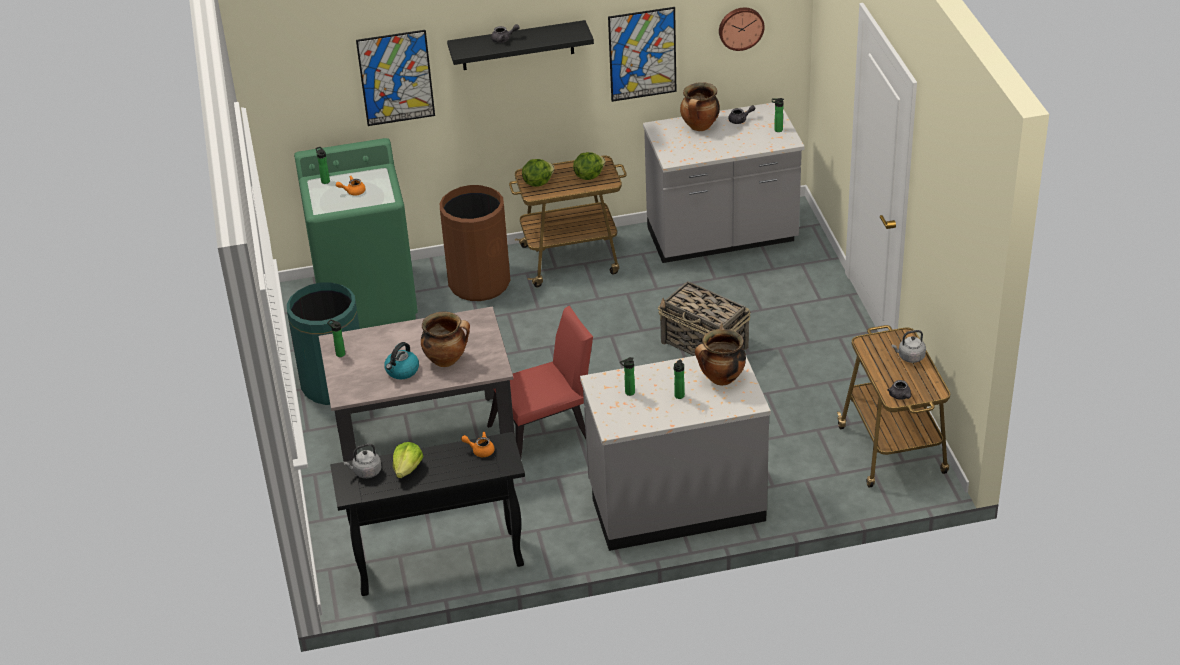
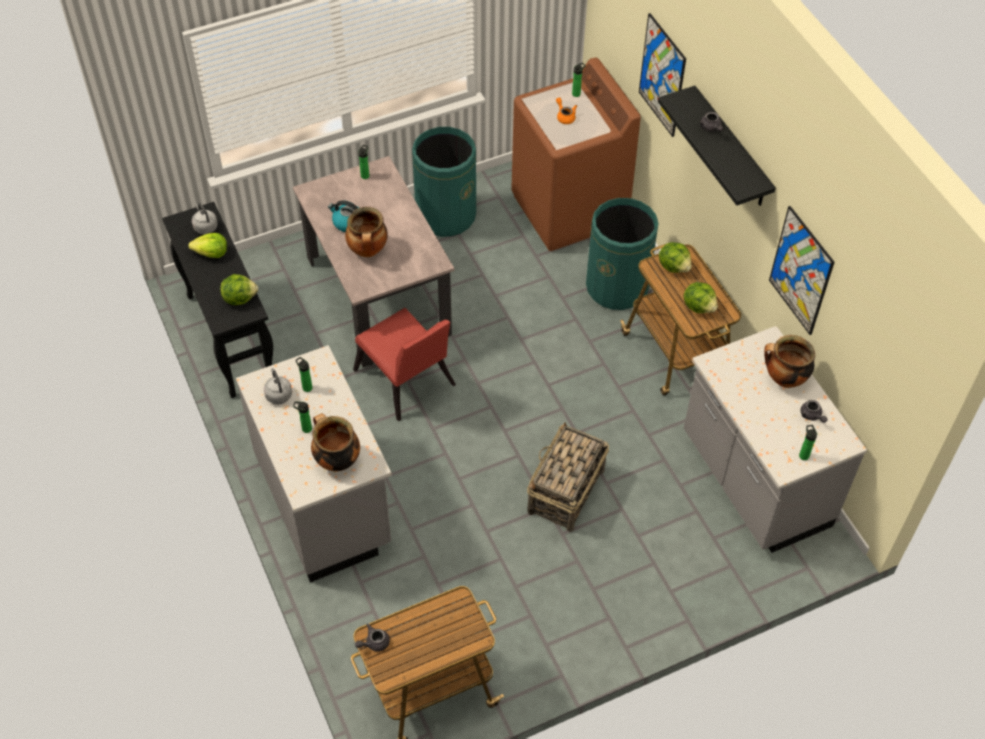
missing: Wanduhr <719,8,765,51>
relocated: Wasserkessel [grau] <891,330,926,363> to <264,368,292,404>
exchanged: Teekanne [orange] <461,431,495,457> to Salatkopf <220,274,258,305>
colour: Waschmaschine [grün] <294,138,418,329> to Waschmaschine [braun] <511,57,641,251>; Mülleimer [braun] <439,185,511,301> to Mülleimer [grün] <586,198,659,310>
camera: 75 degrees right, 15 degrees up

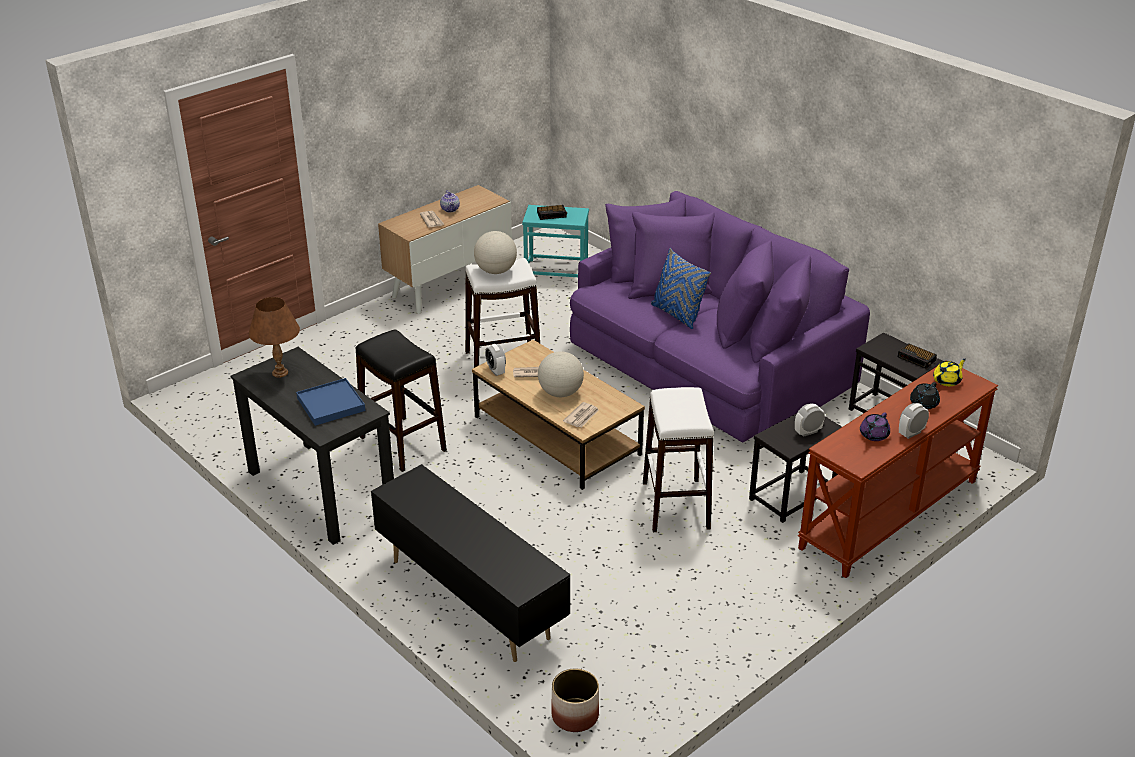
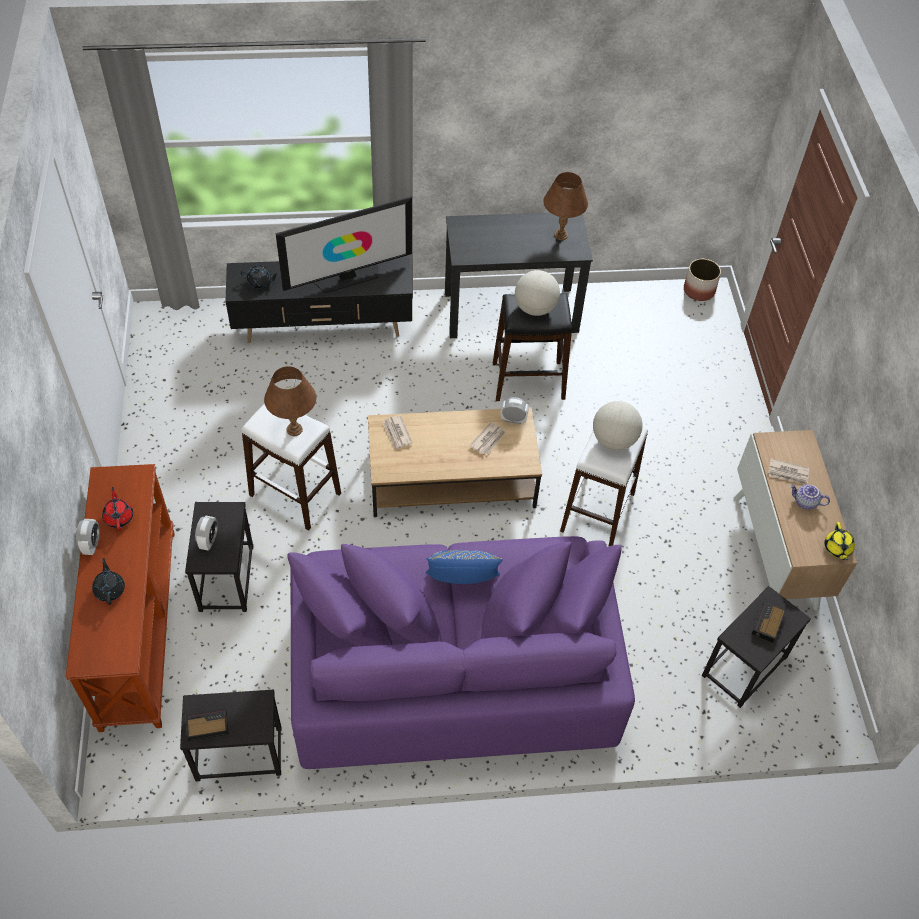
missing: Tablett [blau] <296,378,365,426>
appeared: Teekanne [schwarz] <241,265,279,289>; Tischlampe [braun] <264,366,316,436>; Fernseher <276,196,412,293>
relocated: Globus <538,351,584,397> to <515,270,560,316>; Pflanzkübel <551,668,599,732> to <684,259,721,301>; Teekanne [gelb] <933,359,966,386> to <825,522,855,560>
colour: Beistelltisch [türkis] <522,205,589,277> to Beistelltisch [schwarz] <702,586,811,708>; Teekanne [lila] <860,412,890,441> to Teekanne [rot] <102,487,133,530>
camera: 125 degrees right, 20 degrees up

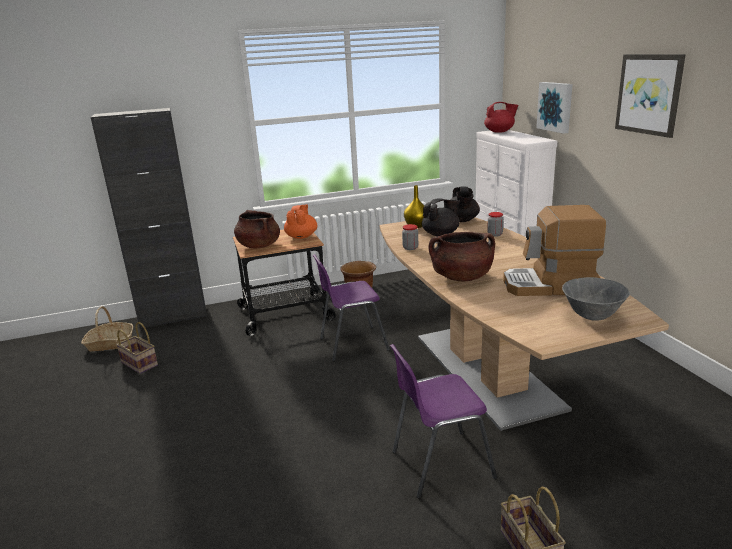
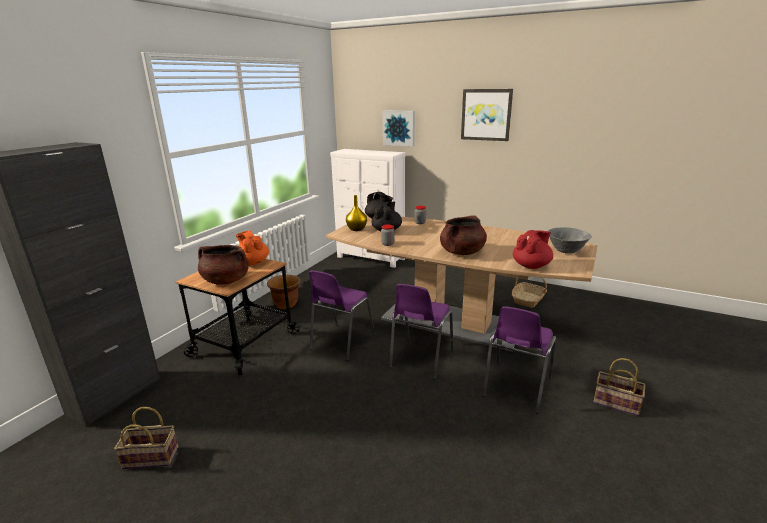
missing: Kaffeemaschine <503,205,606,296>
appeared: Stuhl [lila] <389,284,454,380>
relocated: Korb <81,306,133,351> to <512,278,547,308>; Teekanne [rot] <484,102,518,133> to <513,230,553,269>
camera: 45 degrees left, 0 degrees up

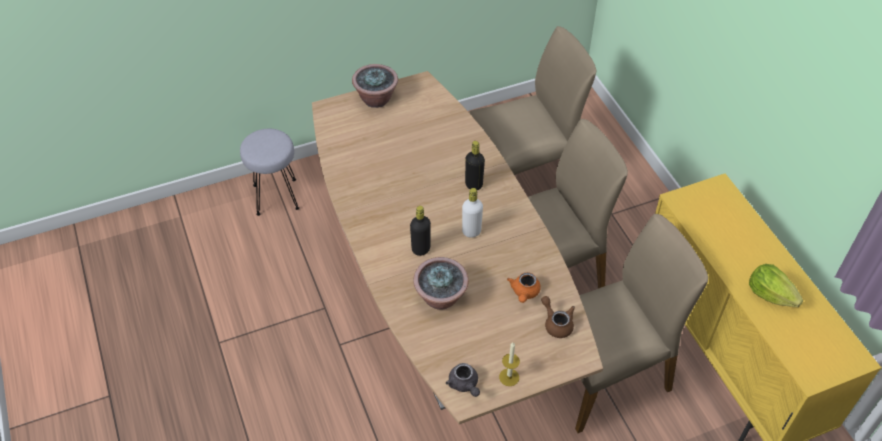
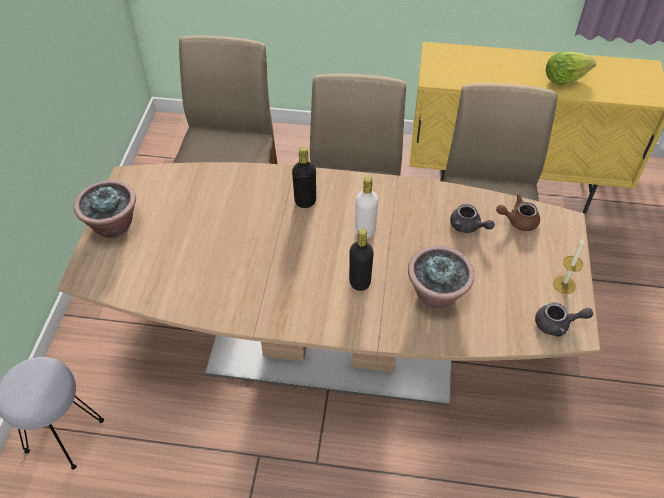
colour: Teekanne [orange] <507,272,541,303> to Teekanne [grau] <450,204,495,233>
camera: 60 degrees left, 0 degrees up

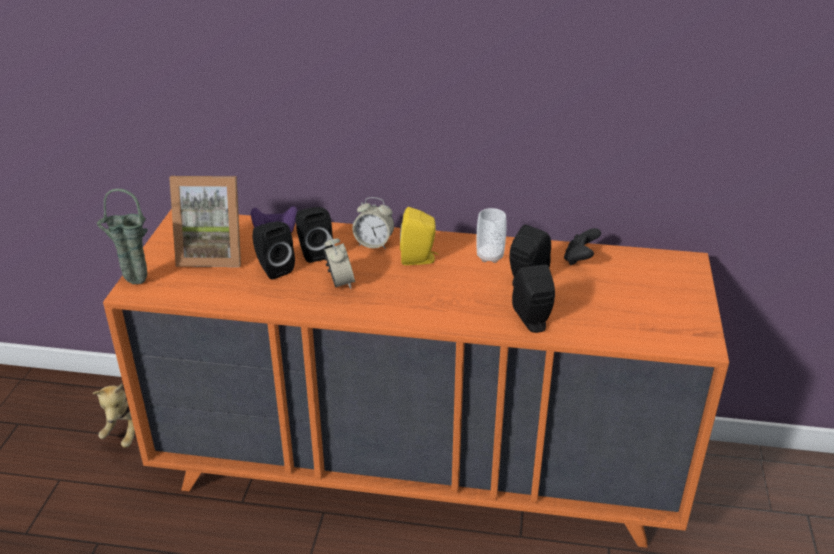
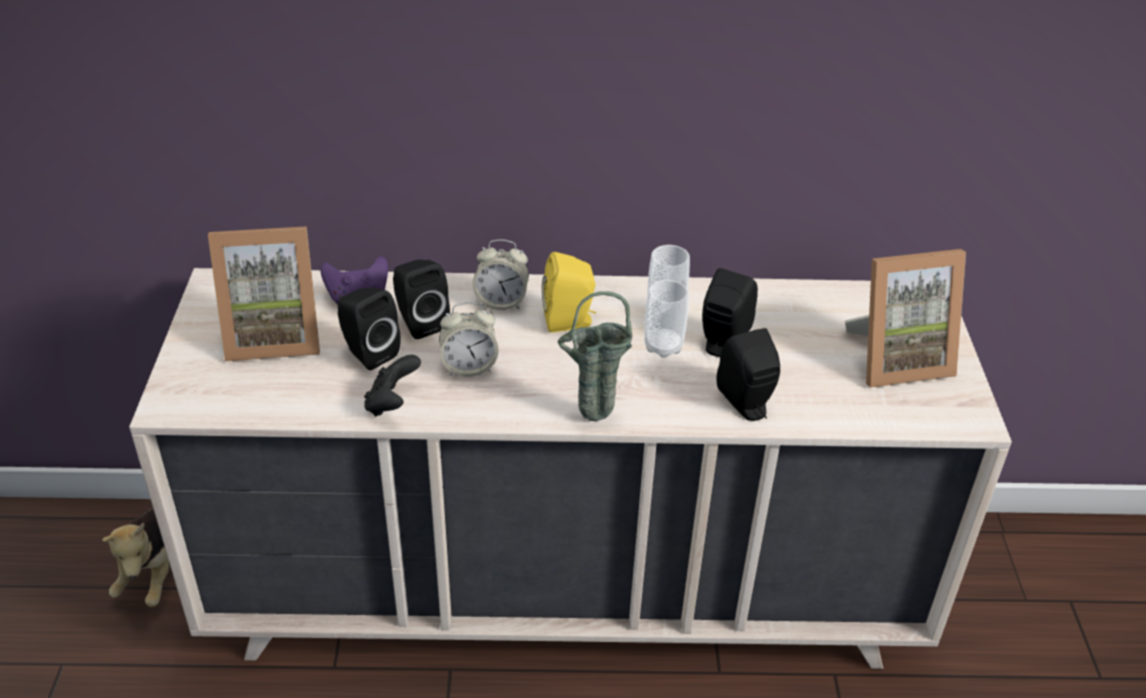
appeared: Tasse <644,280,689,358>; Bilderrahmen <845,249,966,388>
relocated: Vase [grün] <97,189,148,284> to <557,291,632,421>; Gamepad [schwarz] <564,228,601,265> to <364,355,421,417>
colour: Kommode [orange] <103,209,729,548> to Kommode [beige] <129,268,1012,669>
spun: Wecker <324,235,355,289> = <439,302,499,377> 105 degrees clockwise
camera: 10 degrees left, 5 degrees up

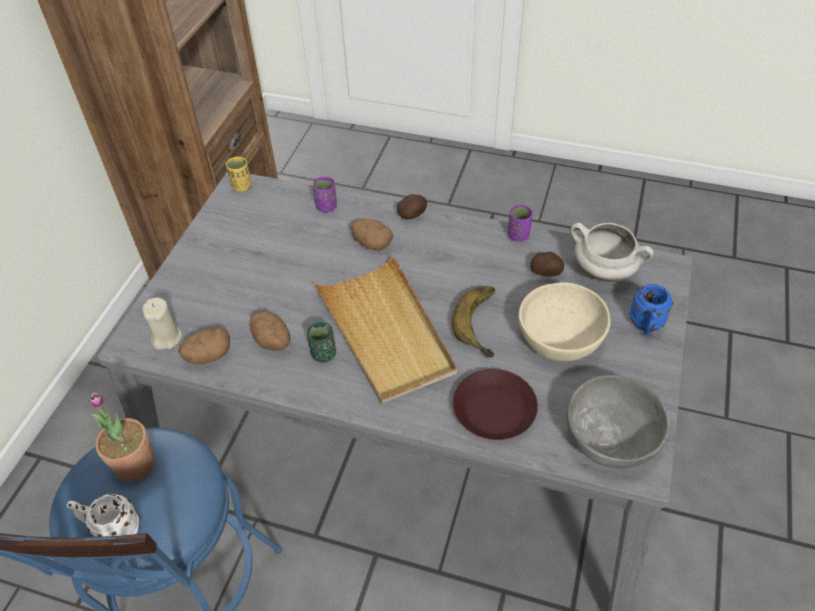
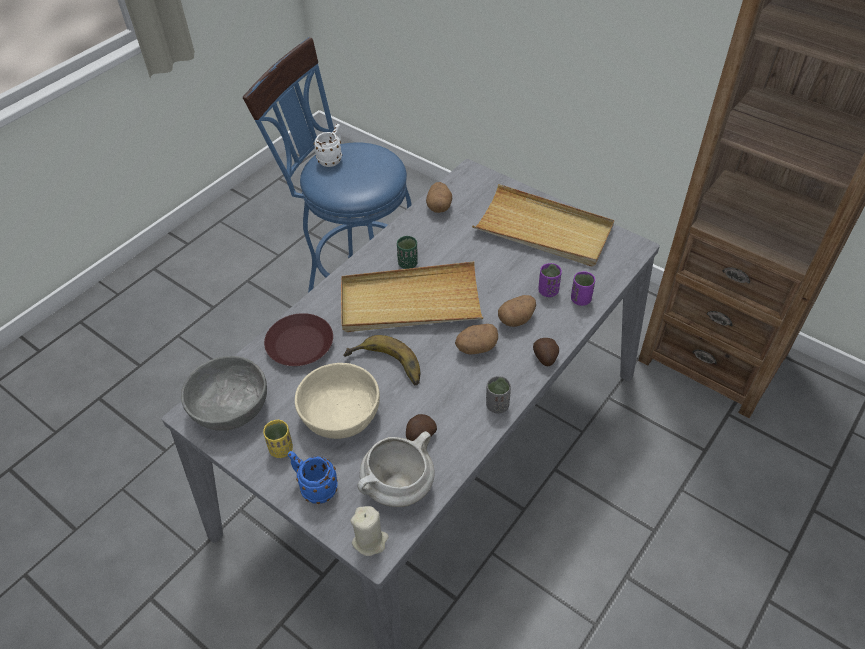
missing: Topfpflanze <90,393,155,481>
appeared: Tablett [beige] <472,184,614,266>; Tasse [grau] <486,376,511,413>
relocated: Kerze [beige] <142,297,182,350> to <350,506,389,556>; Tasse [gelb] <226,157,252,191> to <263,420,293,458>; Kartoffel <250,311,291,351> to <455,324,498,355>; Tasse [lila] <508,205,533,242> to <538,263,562,297>
camera: 110 degrees right, 0 degrees up

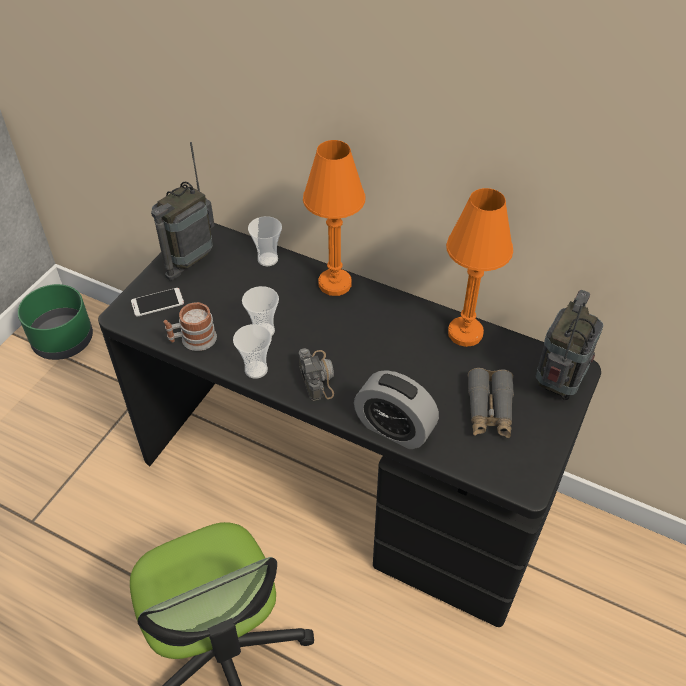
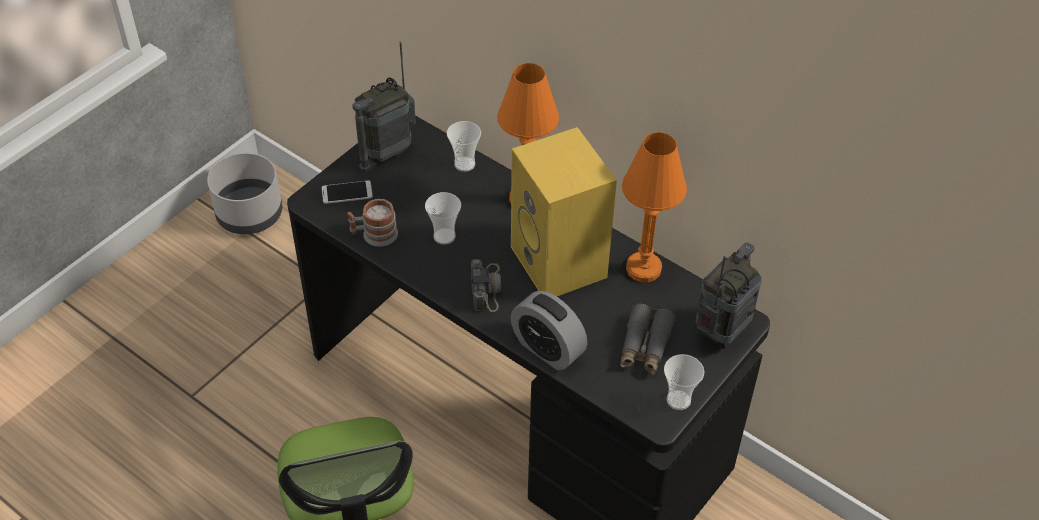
appeared: Lautsprecher [gelb] <511,127,617,297>
relocated: Tasse <233,324,272,379> to <664,354,704,410>
colour: Pflanzkübel [grün] <18,284,93,360> to Pflanzkübel [grau] <207,153,282,234>
camera: 10 degrees right, 0 degrees up

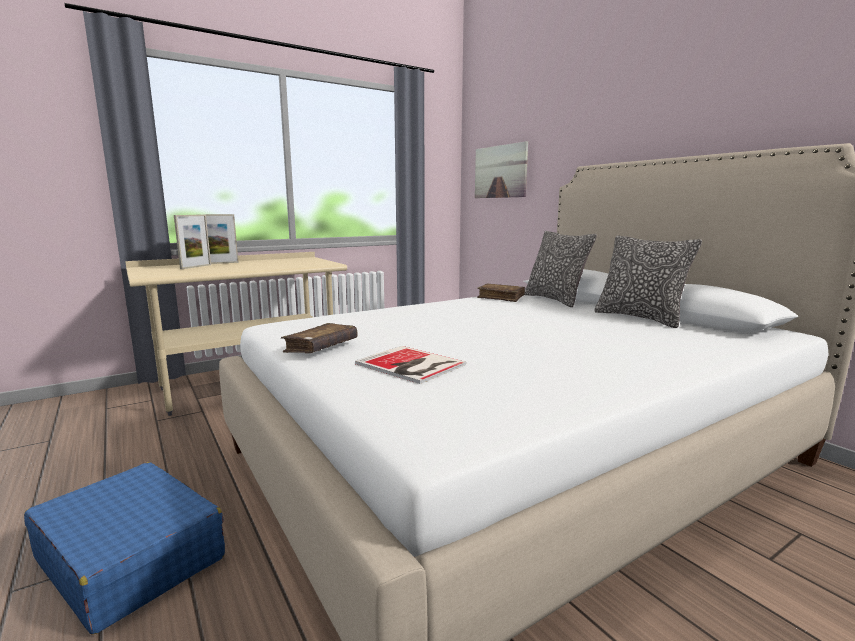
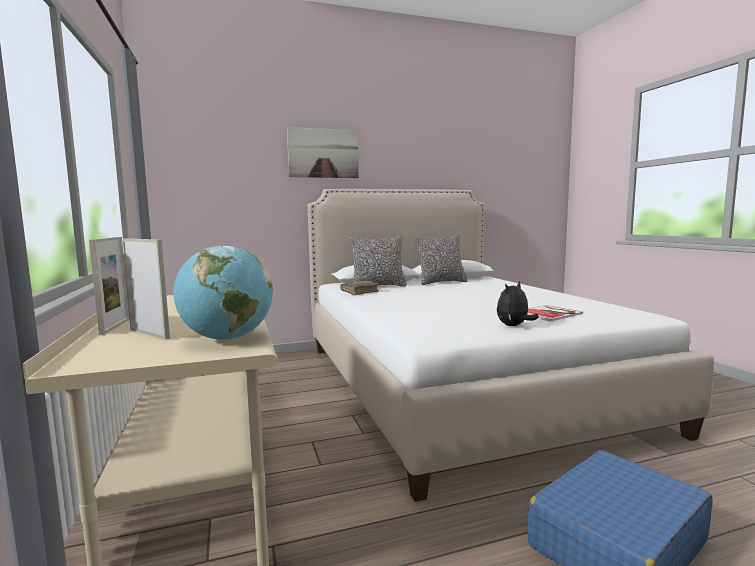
appeared: Globus <173,246,273,341>
relocated: Bild <475,141,528,198> to <287,127,359,178>
exchanged: Buch [braun] <281,323,357,353> to Plüschtier <497,281,539,326>
camera: 75 degrees left, 5 degrees down

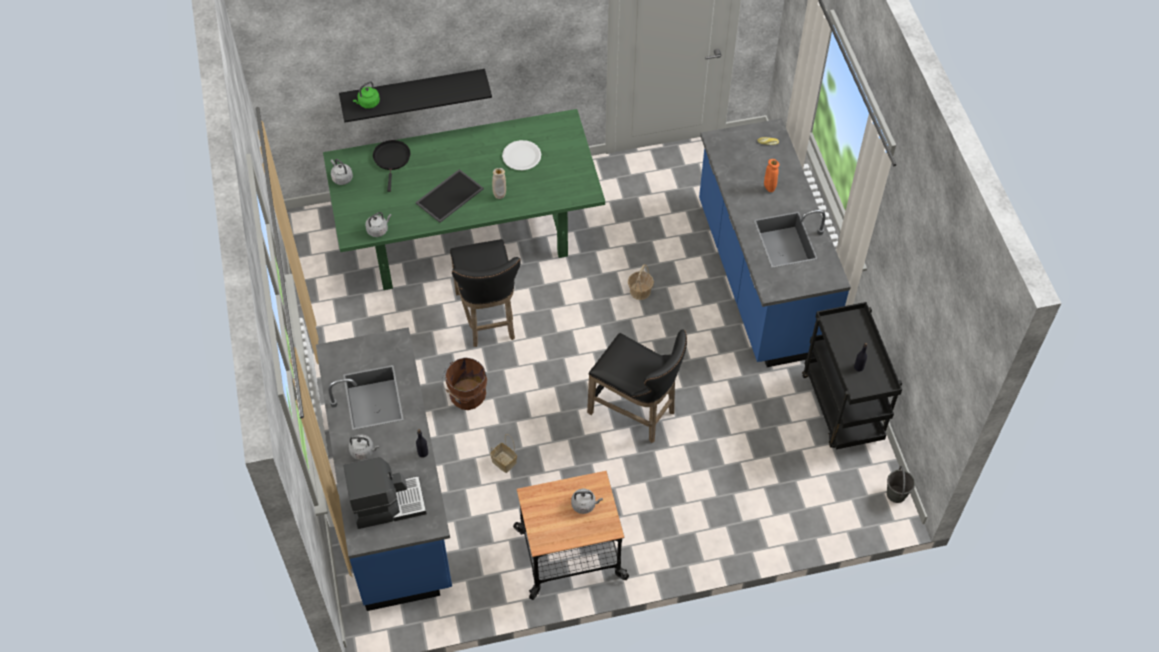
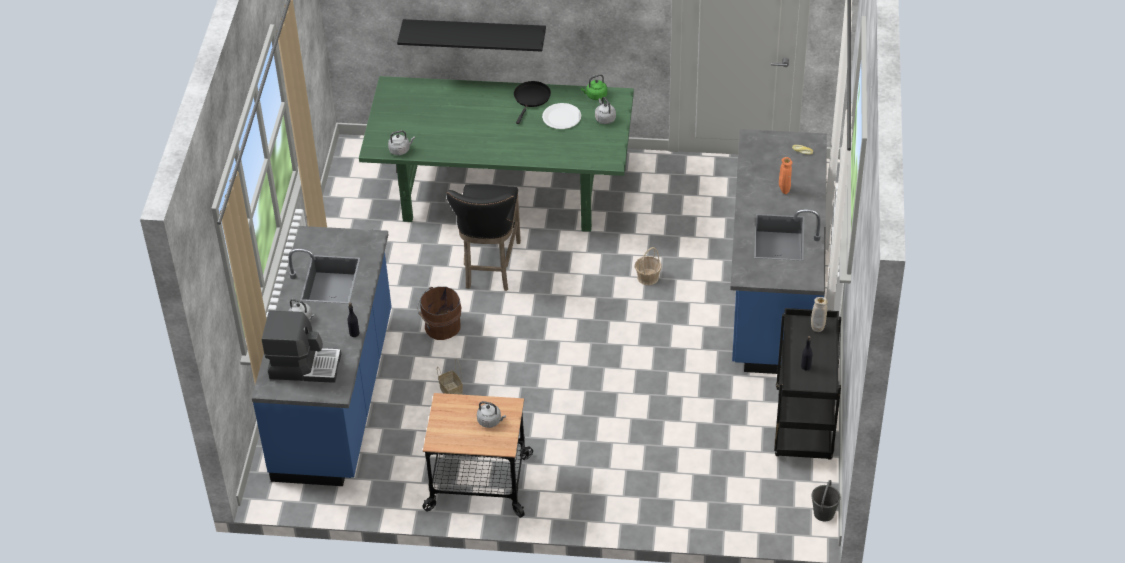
missing: Tablett <416,169,484,223>; Hocker [schwarz] <587,329,687,443>
relocated: Wasserkessel [grau] <331,159,353,185> to <595,97,616,124>; Wasserkessel [grün] <352,81,380,109> to <581,74,607,100>; Pfanne [schwarz] <373,140,410,192> to <514,81,551,124>; Vase [beige] <492,168,506,199> to <811,297,828,332>
camera: 20 degrees right, 10 degrees down

